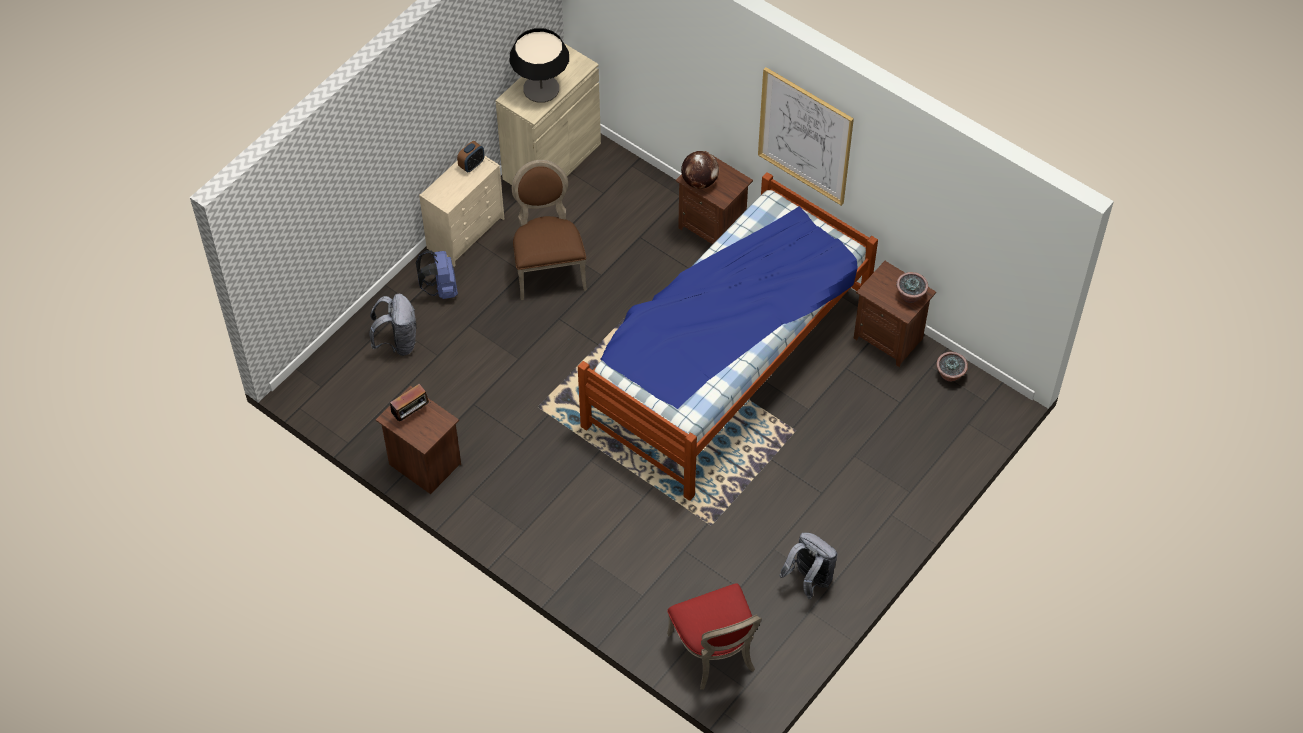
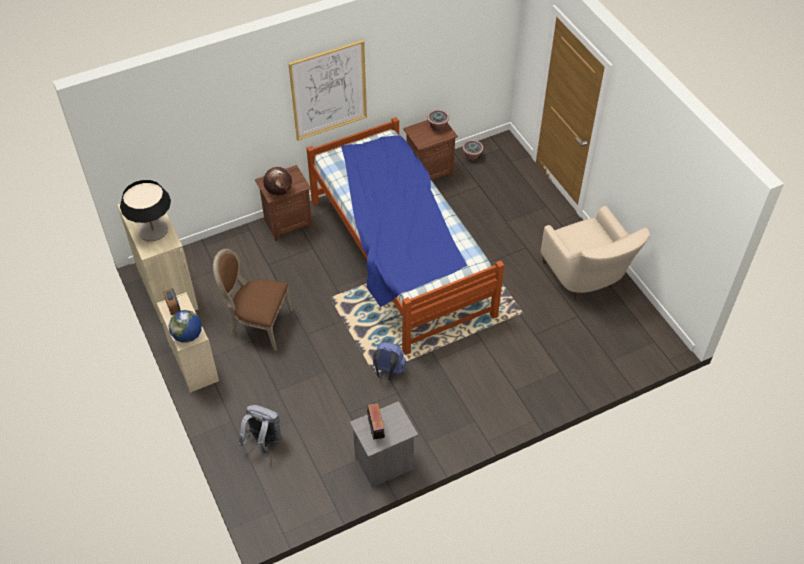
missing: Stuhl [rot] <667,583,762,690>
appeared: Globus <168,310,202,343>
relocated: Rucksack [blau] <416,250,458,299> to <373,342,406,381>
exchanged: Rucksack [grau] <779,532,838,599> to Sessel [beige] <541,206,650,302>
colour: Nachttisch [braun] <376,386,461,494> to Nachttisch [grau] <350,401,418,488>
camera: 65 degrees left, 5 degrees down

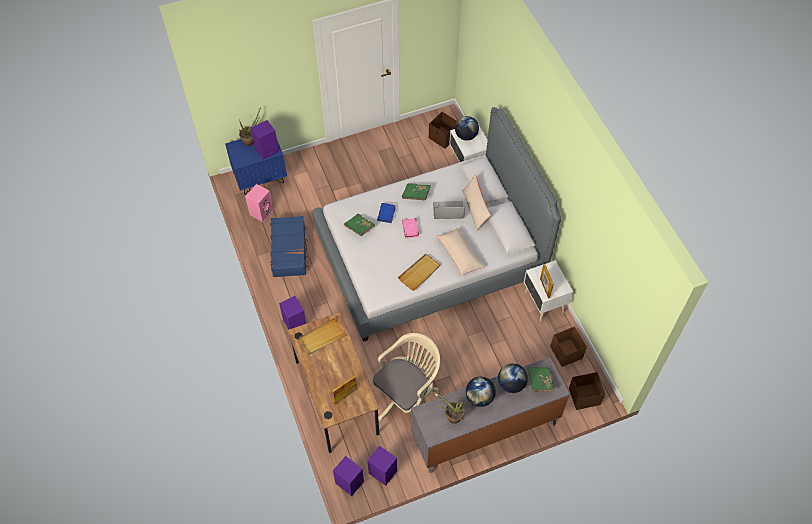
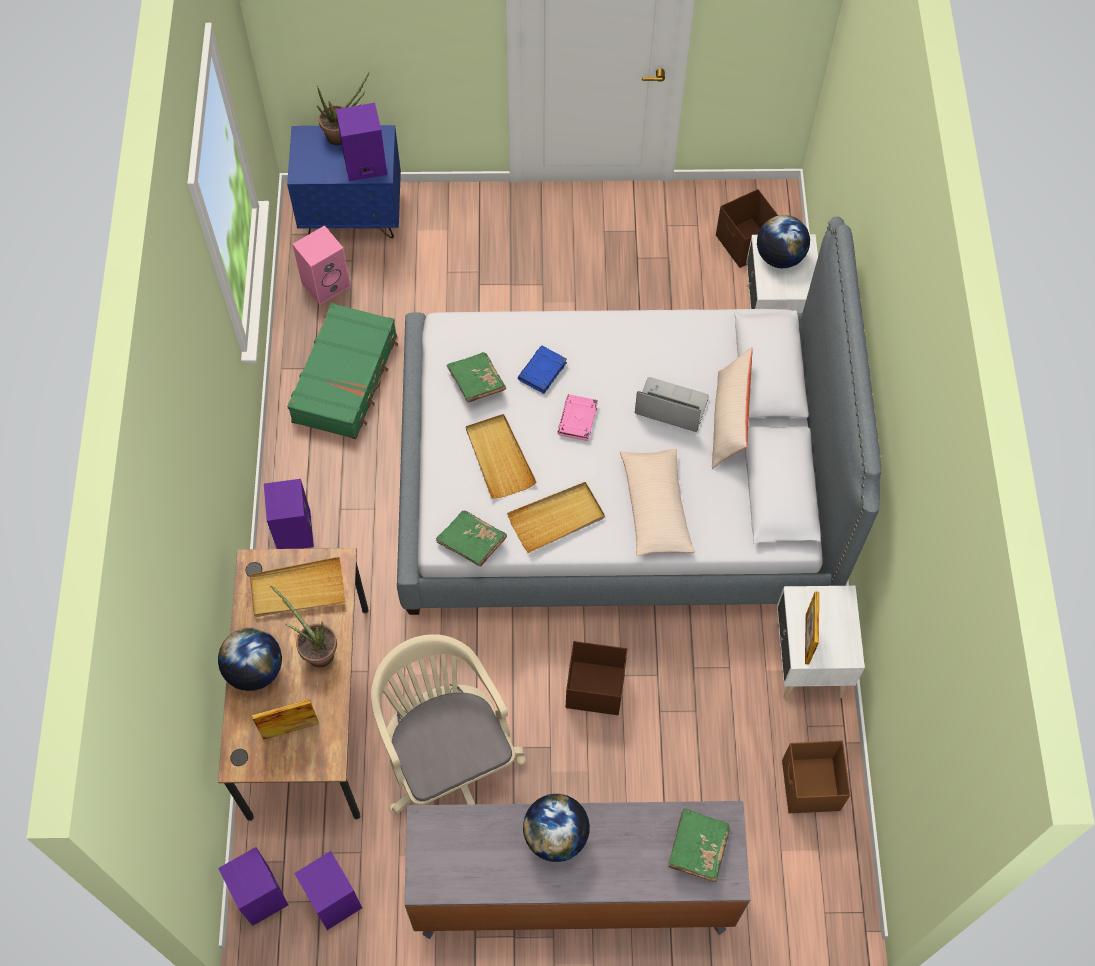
appeared: Tablett [beige] <466,414,537,499>
relocated: Buch [grün] <402,183,431,200> to <436,511,507,567>; Topfpflanze <434,390,465,424> to <270,585,337,667>; Globus <498,363,528,393> to <218,628,282,691>; Aufbewahrungsbox [braun] <569,372,605,410> to <566,641,627,715>
colour: Koffer [blau] <270,216,309,277> to Koffer [grün] <287,303,398,439>
spun: Bürostuhl [beige] <371,333,440,421> = <371,634,526,815> 90 degrees counterclockwise
camera: 20 degrees right, 5 degrees up

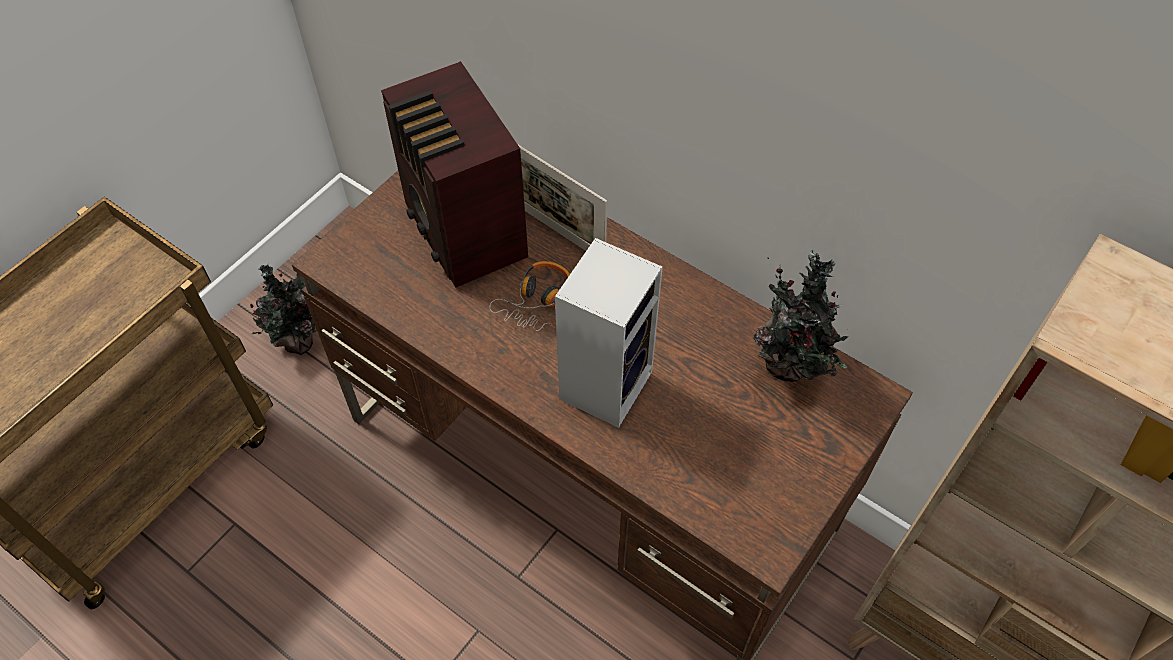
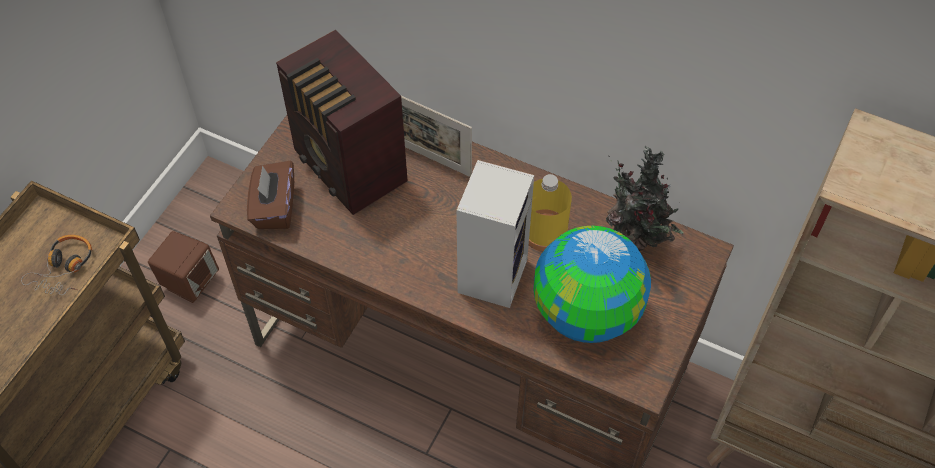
appeared: Taschentuchbox [braun] <247,161,294,229>; Flasche [gelb] <529,174,572,251>; Globus <533,226,651,343>
relocated: Kopfhörer <489,261,570,331> to <21,235,92,295>
exchanged: Topfpflanze <250,264,317,355> to Lautsprecher [braun] <148,231,219,303>
camera: 10 degrees left, 0 degrees up

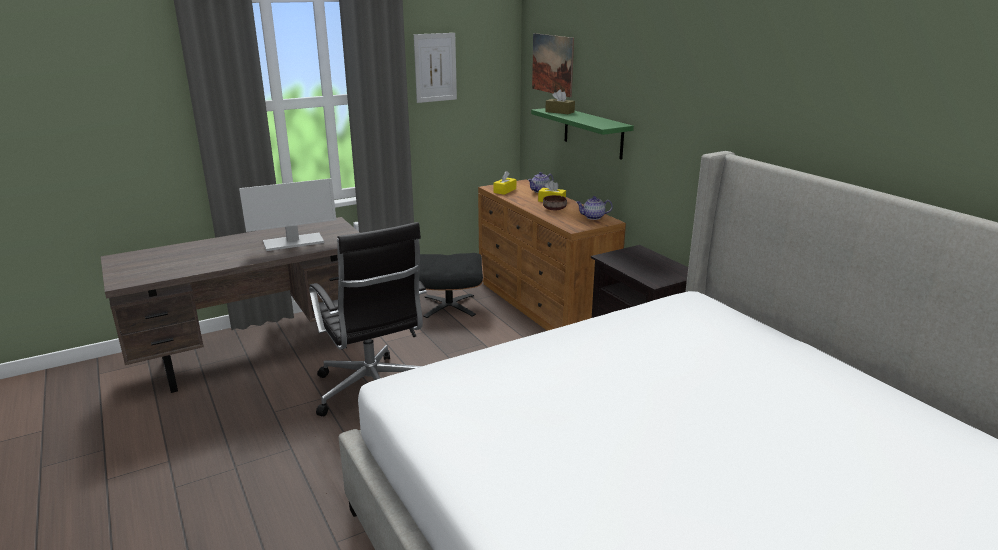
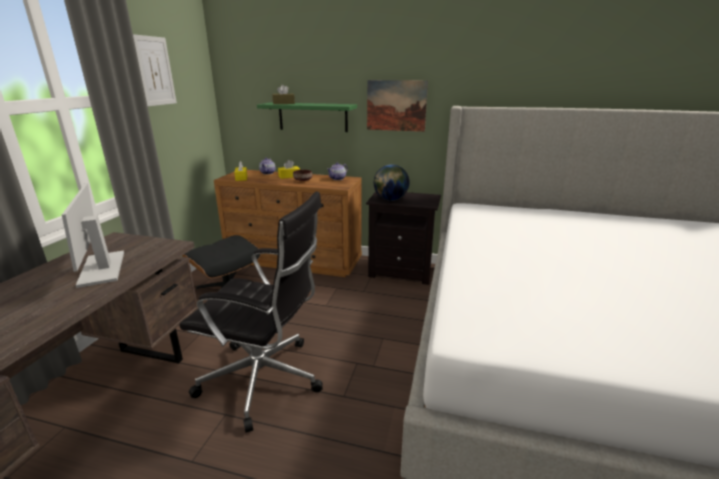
appeared: Globus <374,165,410,201>
relocated: Bild <532,33,574,98> to <367,80,428,132>
spun: Monitor <239,178,336,251> = <62,183,124,288> 135 degrees clockwise
camera: 45 degrees left, 0 degrees up

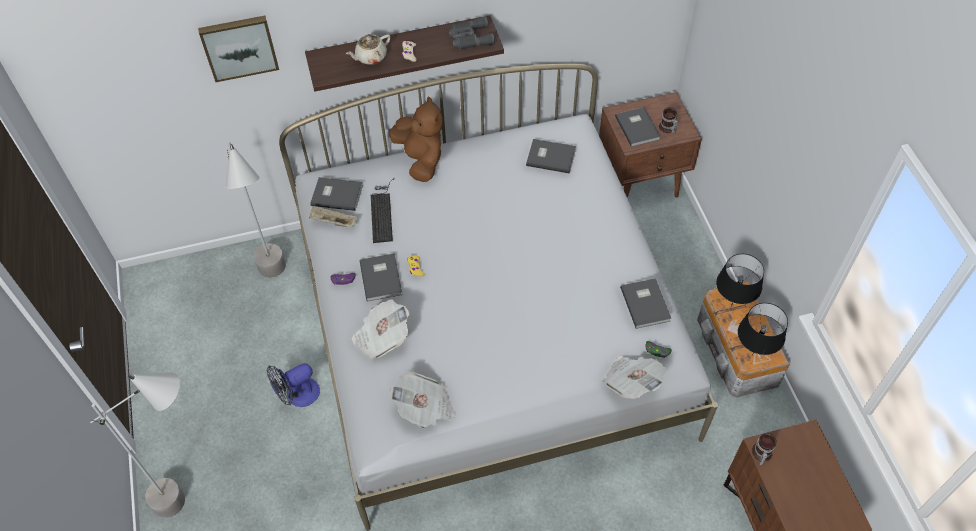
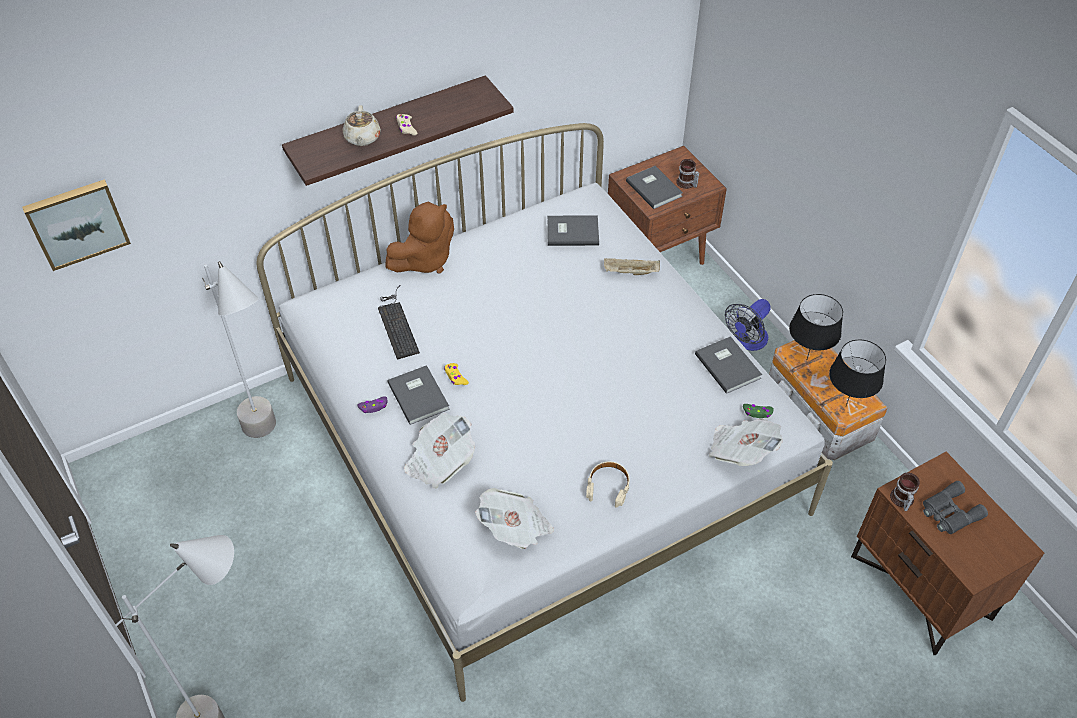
missing: Buch [grau] <310,177,363,211>
appeared: Kopfhörer [beige] <586,462,630,508>
relocated: Bild <198,16,279,82> to <22,179,131,271>; Ventilator <266,363,320,407> to <725,299,771,351>; Tablett [beige] <309,206,358,227> to <604,258,660,275>; Fernglas [grau] <449,16,495,49> to <923,481,988,534>
spun: Teekanne [beige] <346,34,391,65> = <343,105,381,146> 45 degrees counterclockwise; Plüschtier [braun] <389,96,443,182> = <386,202,454,273> 90 degrees clockwise
camera: 15 degrees left, 5 degrees down

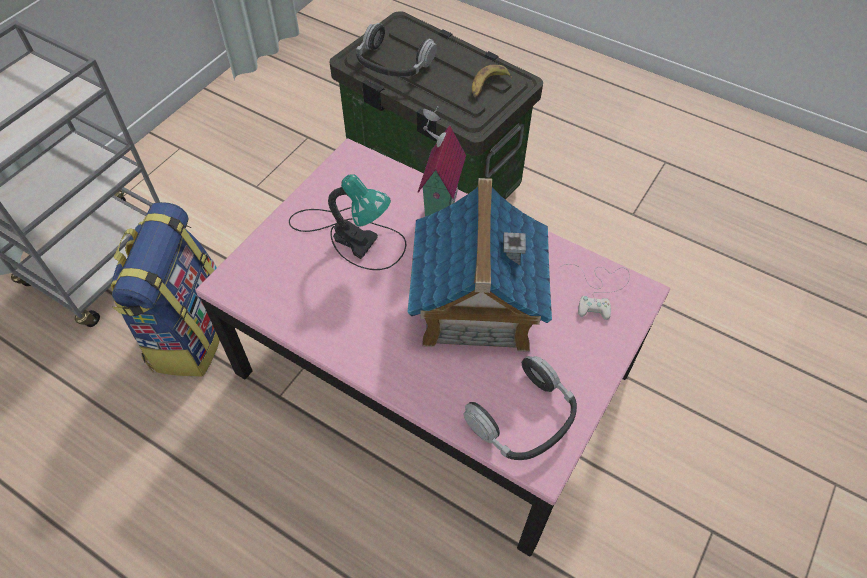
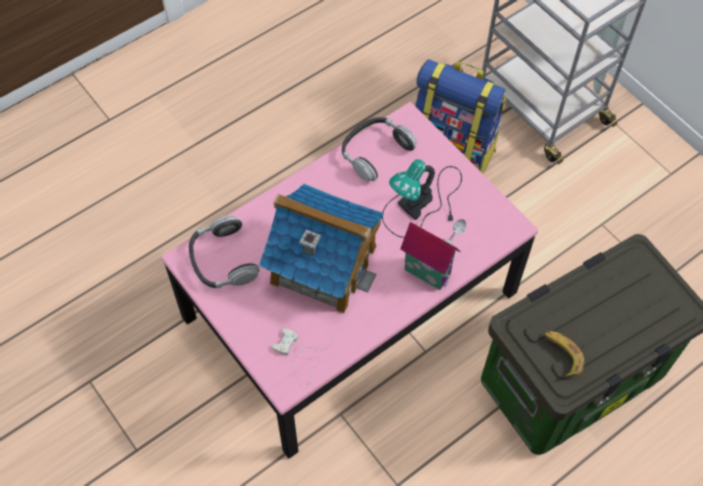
relocated: Kopfhörer <356,23,437,77> to <342,117,417,181>
camera: 110 degrees right, 5 degrees up

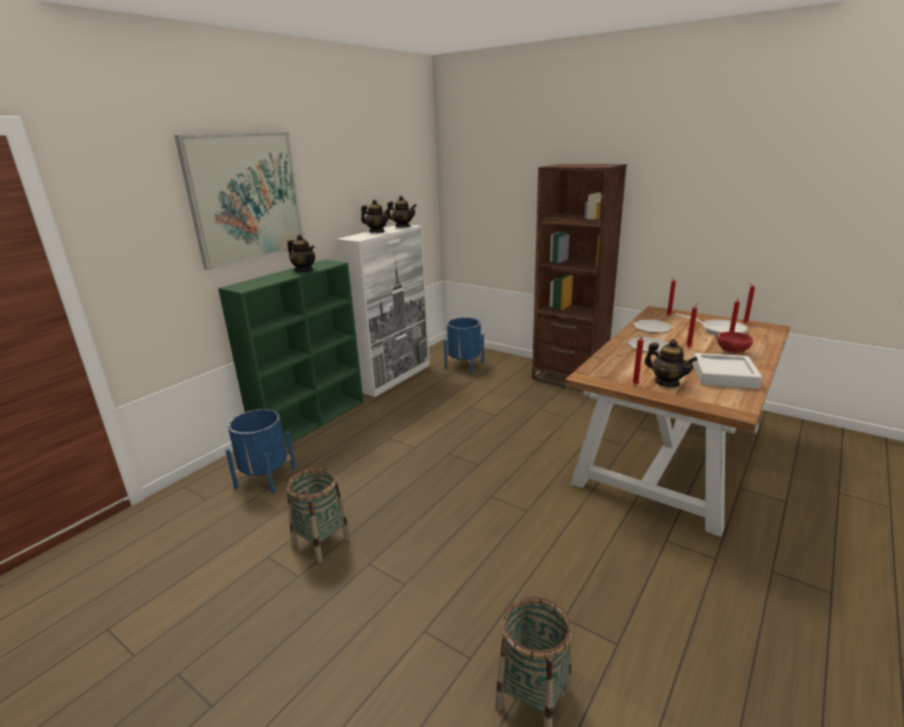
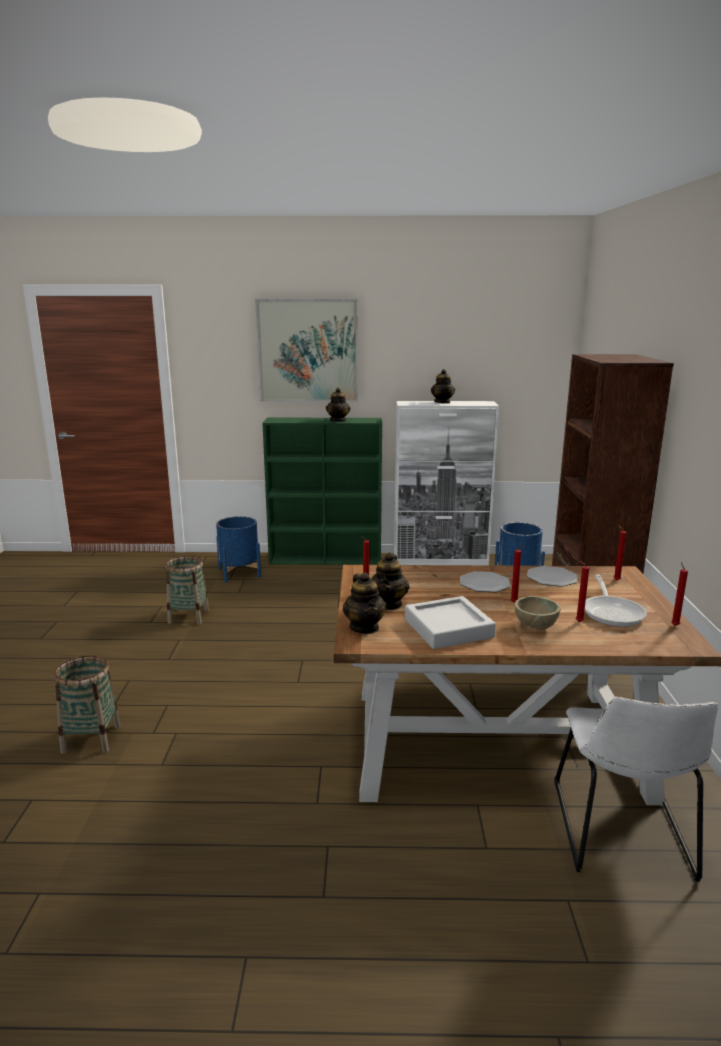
appeared: Stuhl [weiß] <555,697,718,882>
relocated: Teekanne <387,196,417,227> to <343,572,387,634>
colour: Schüssel [rot] <717,332,753,354> to Schüssel [beige] <515,596,561,630>
camera: 55 degrees right, 5 degrees down

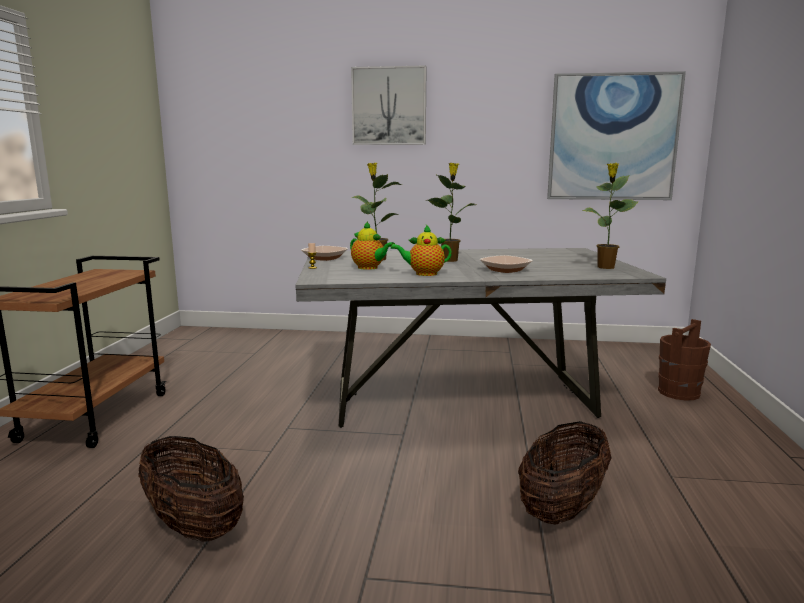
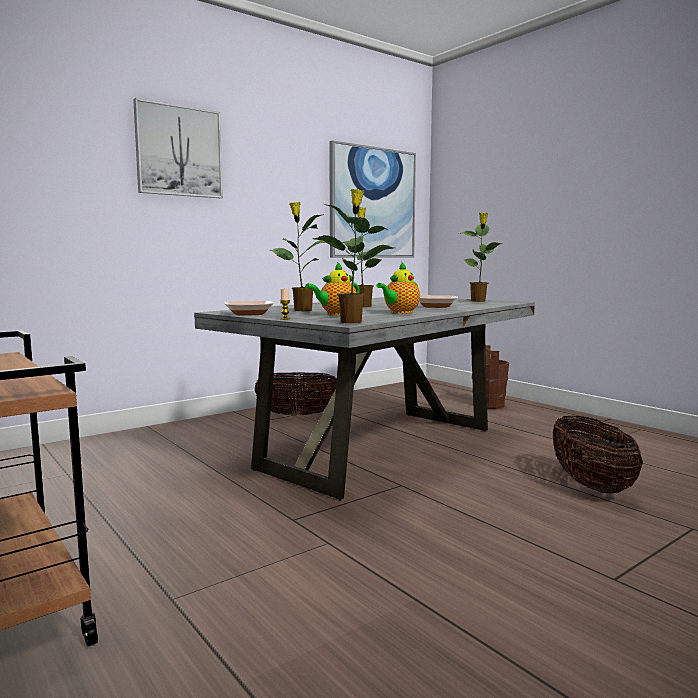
appeared: Topfpflanze <313,189,394,323>
relocated: Korb <138,436,244,542> to <255,372,337,416>
spun: Teekanne <350,221,395,270> = <305,262,360,316> 150 degrees clockwise
camera: 45 degrees left, 5 degrees down

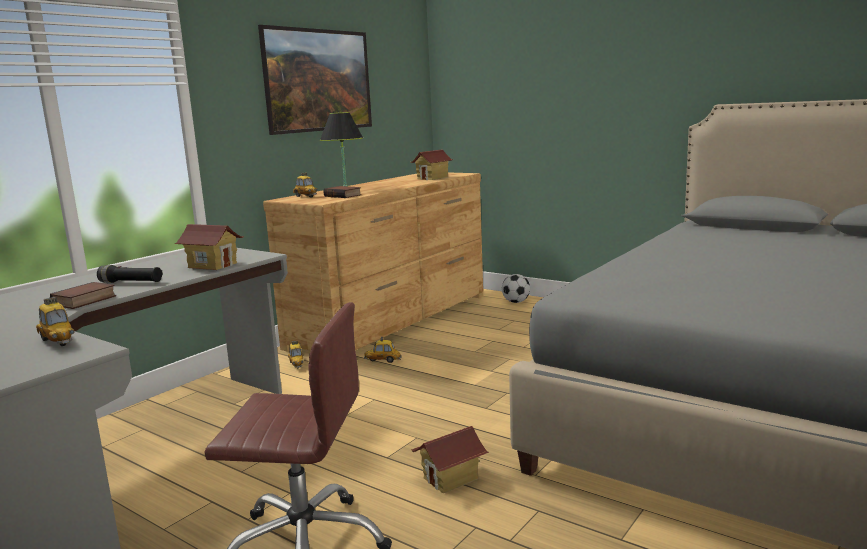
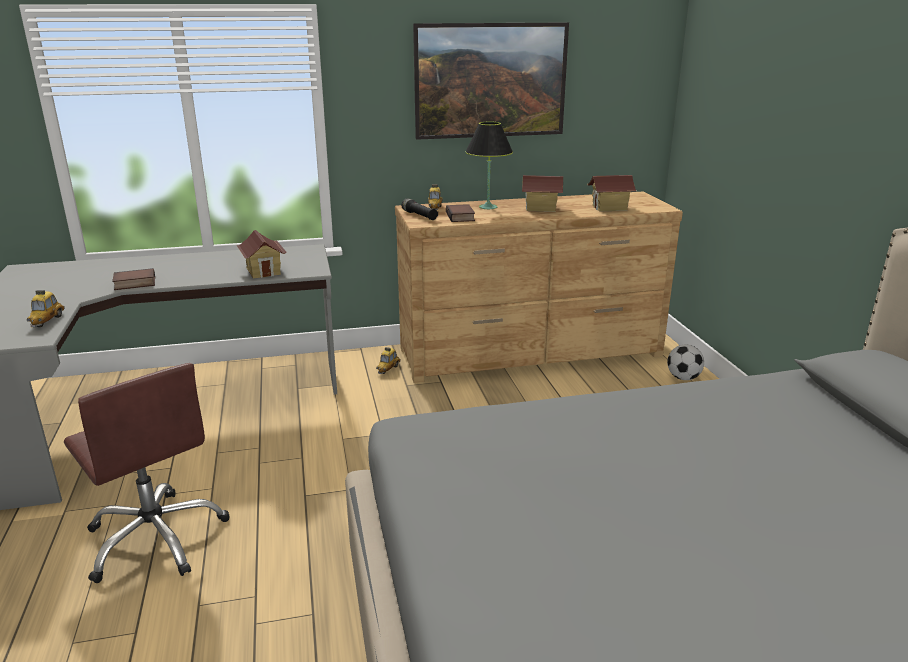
missing: Spielzeugauto <364,337,402,363>
relocated: Taschenlampe [schwarz] <97,265,163,283> to <402,199,438,220>; Spielzeughaus <411,426,489,493> to <522,175,563,212>
camera: 40 degrees right, 10 degrees up

